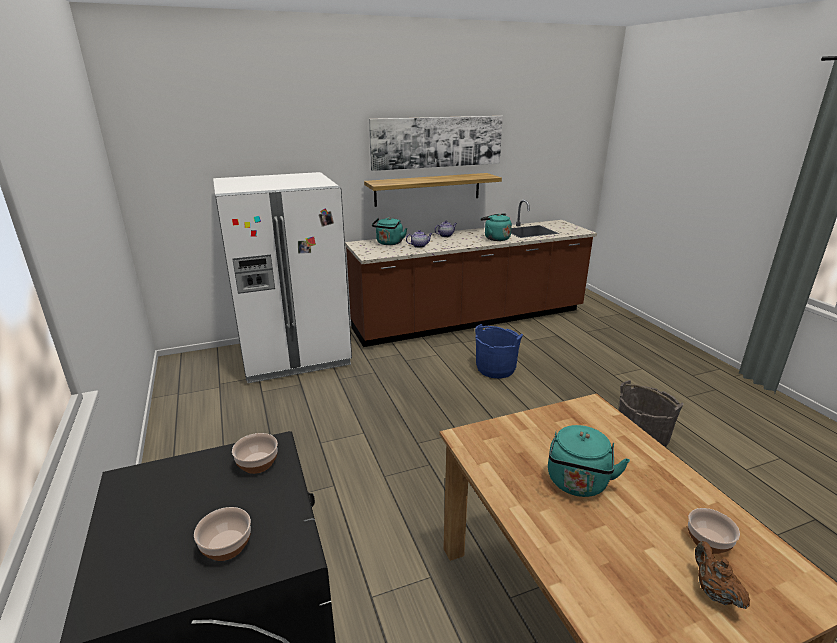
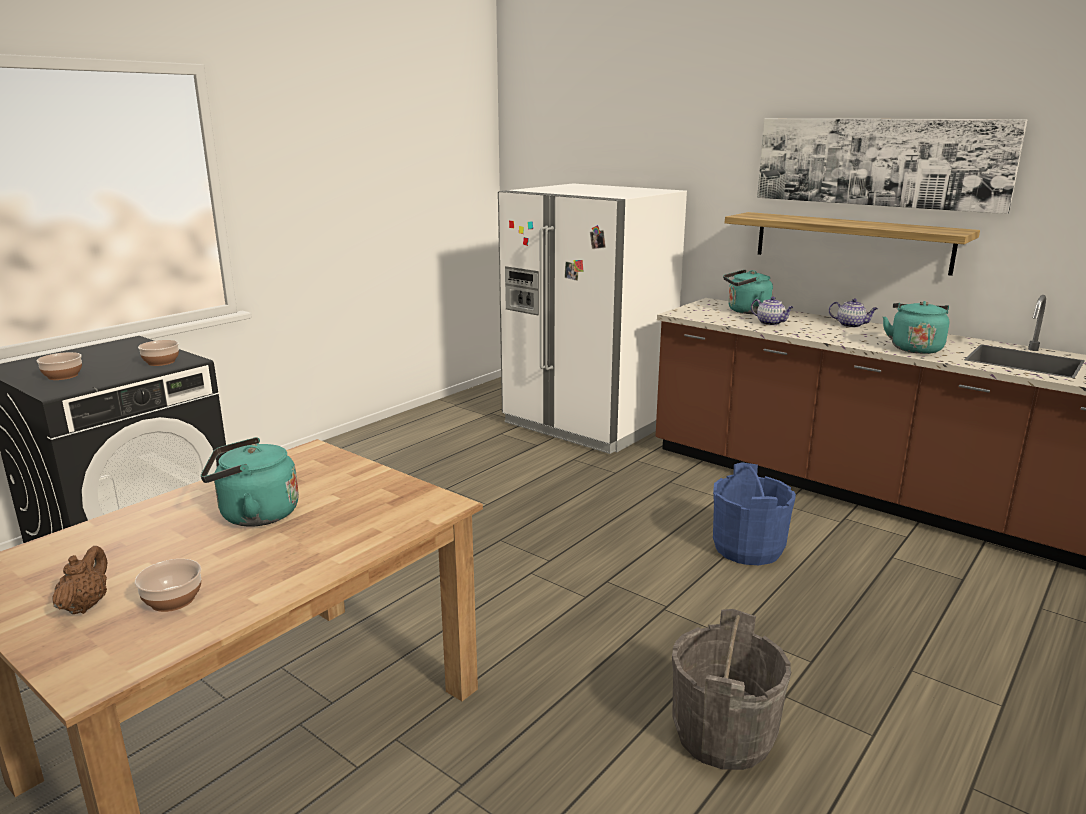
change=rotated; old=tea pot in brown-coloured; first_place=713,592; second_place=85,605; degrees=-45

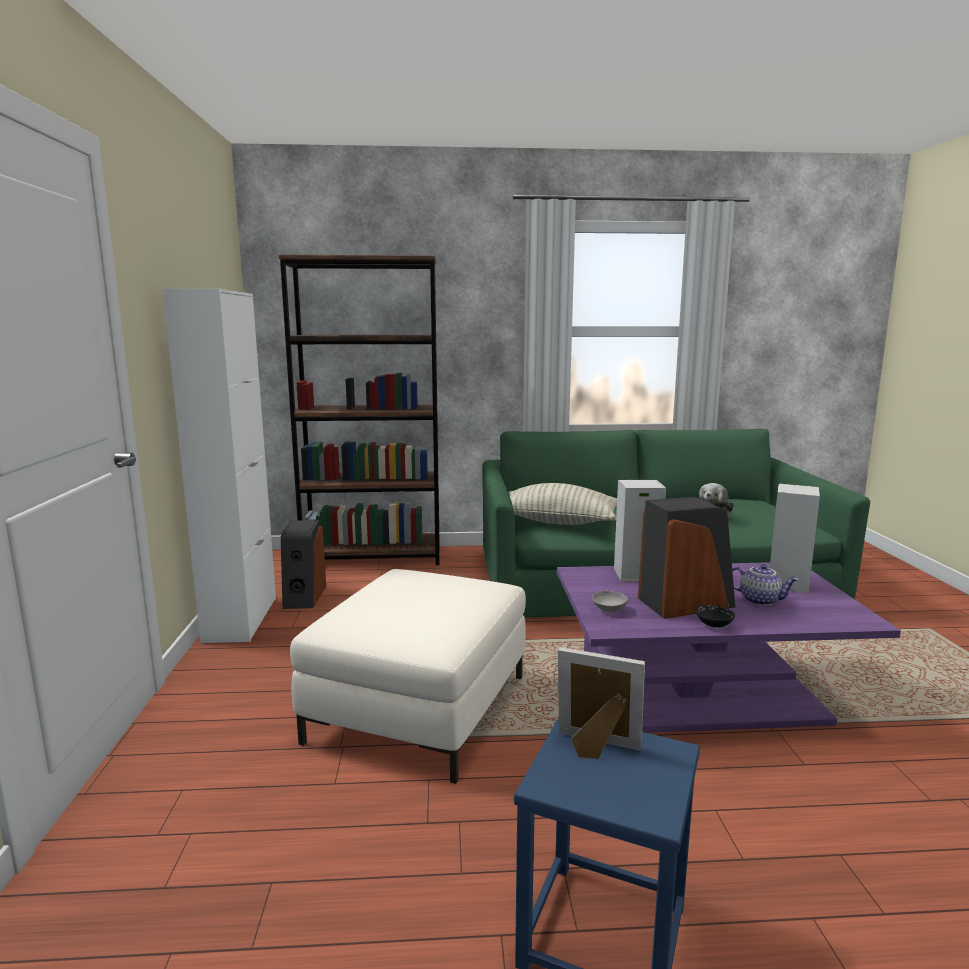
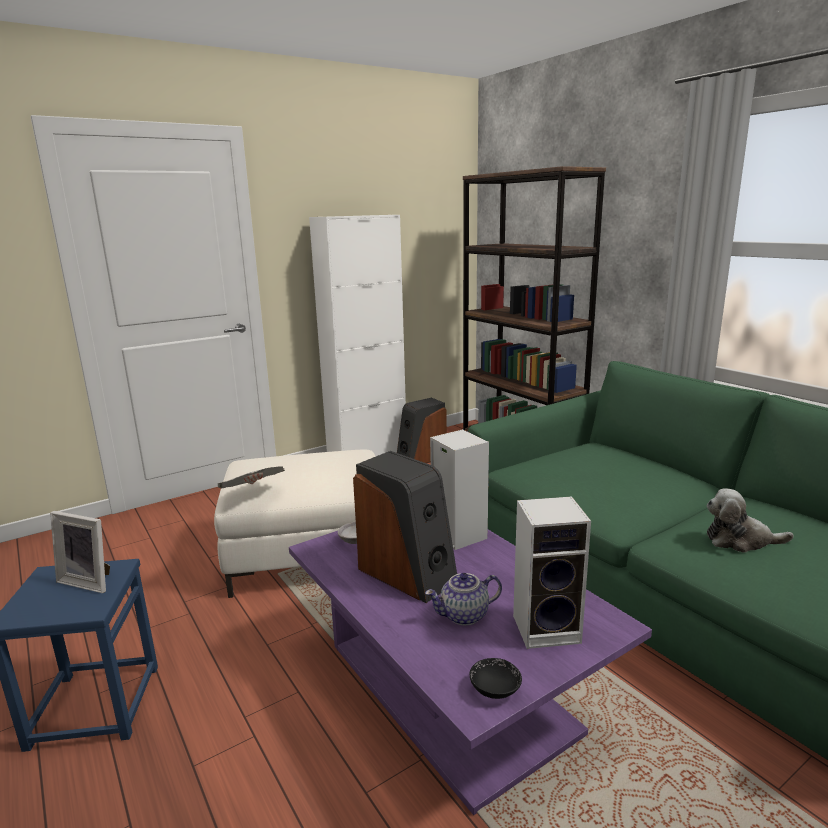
change=gone; old=throw pillow; first_place=558,522
change=new; new=printed paper; second_place=253,495
change=shifted; old=bowl in blackish; first_place=714,624; second_place=495,690
change=rotated; old=picture frame; first_place=596,749; second_place=90,580; degrees=120
change=rotated; old=tea pot; first_place=760,600; second_place=464,616; degrees=75

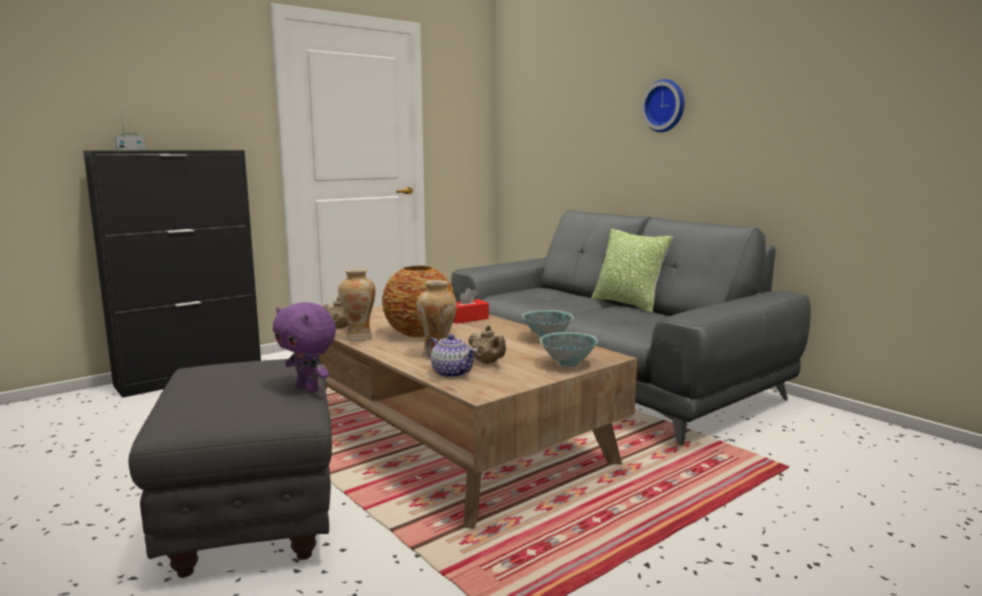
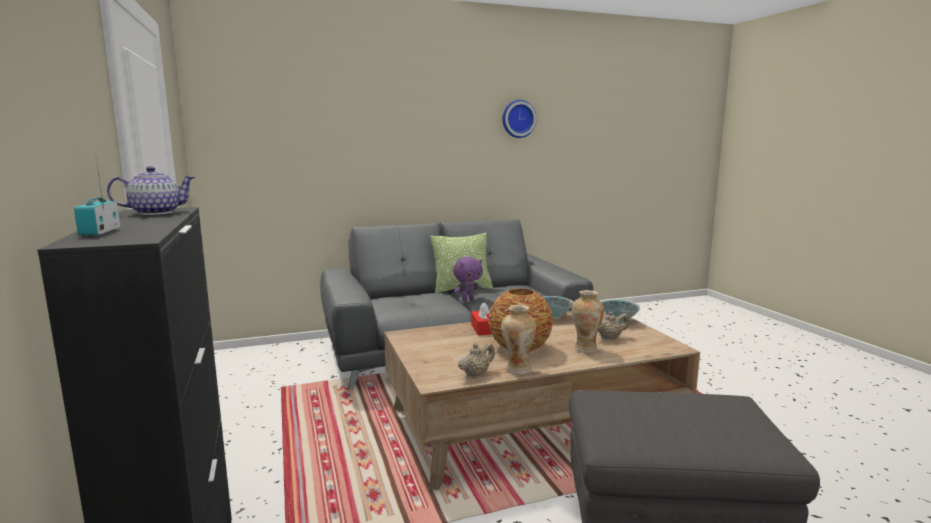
change=shifted; old=plush toy in purplish; first_place=308,389; second_place=467,299
change=shifted; old=tea pot; first_place=451,373; second_place=155,212
change=shifted; old=wall clock; first_place=665,106; second_place=518,119

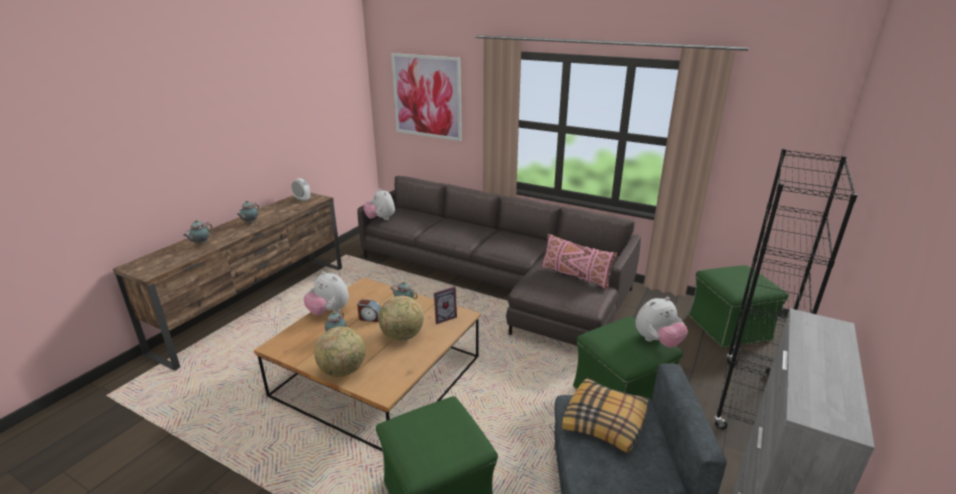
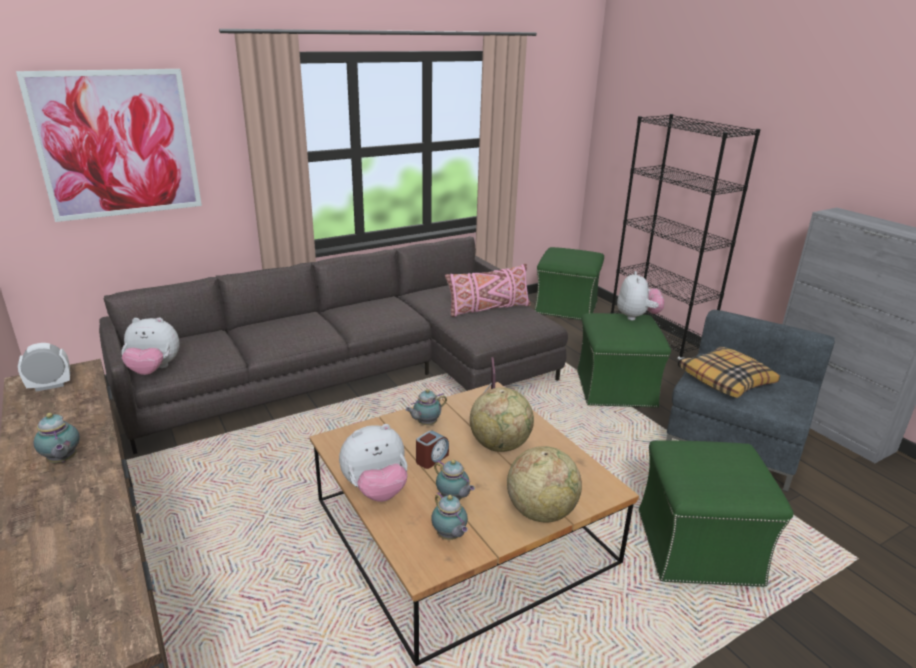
change=shifted; old=tea pot; first_place=201,244; second_place=449,536

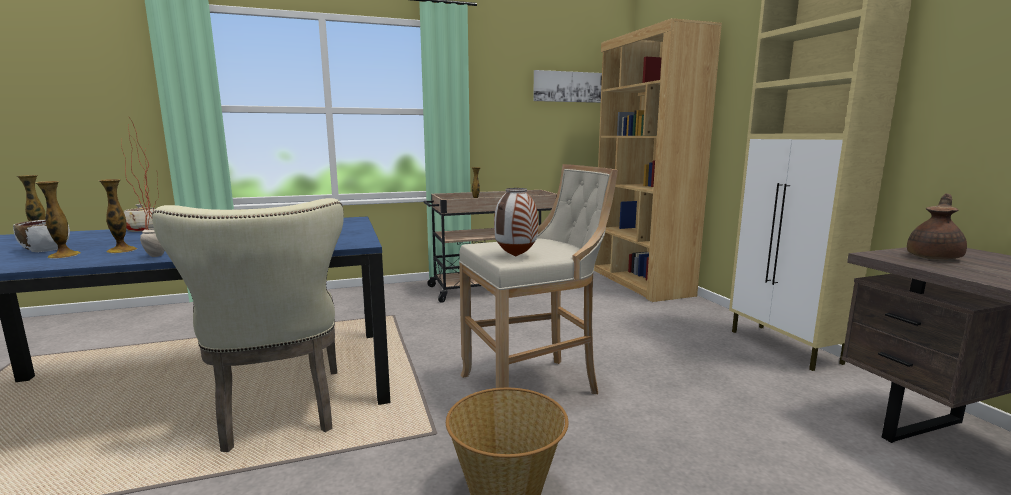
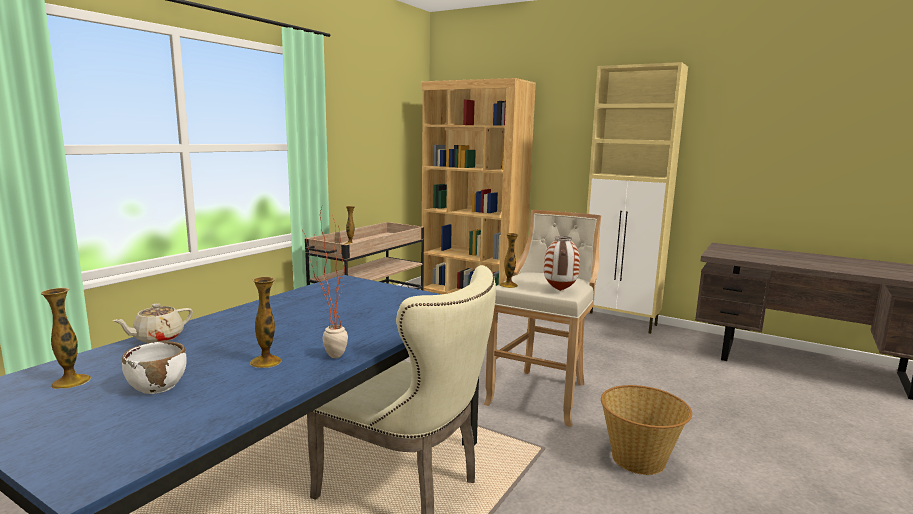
change=gone; old=picture; first_place=573,87
change=gone; old=tea pot in brown-coloured; first_place=934,257
change=shifted; old=vase; first_place=64,255; second_place=508,285

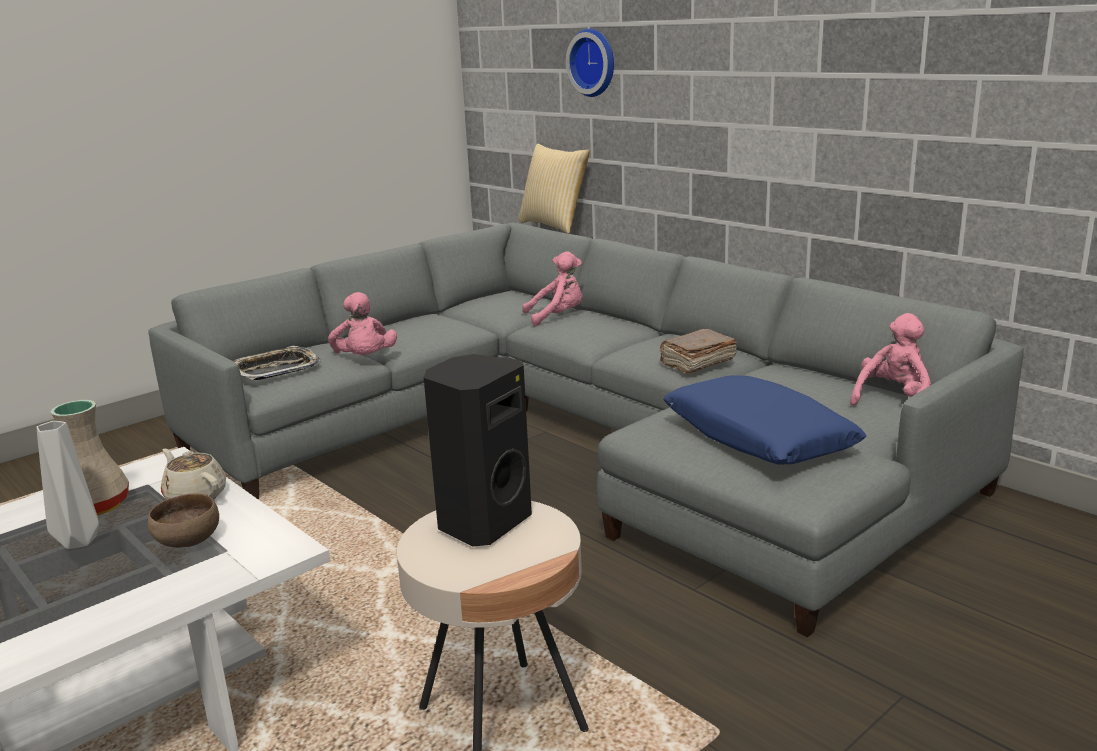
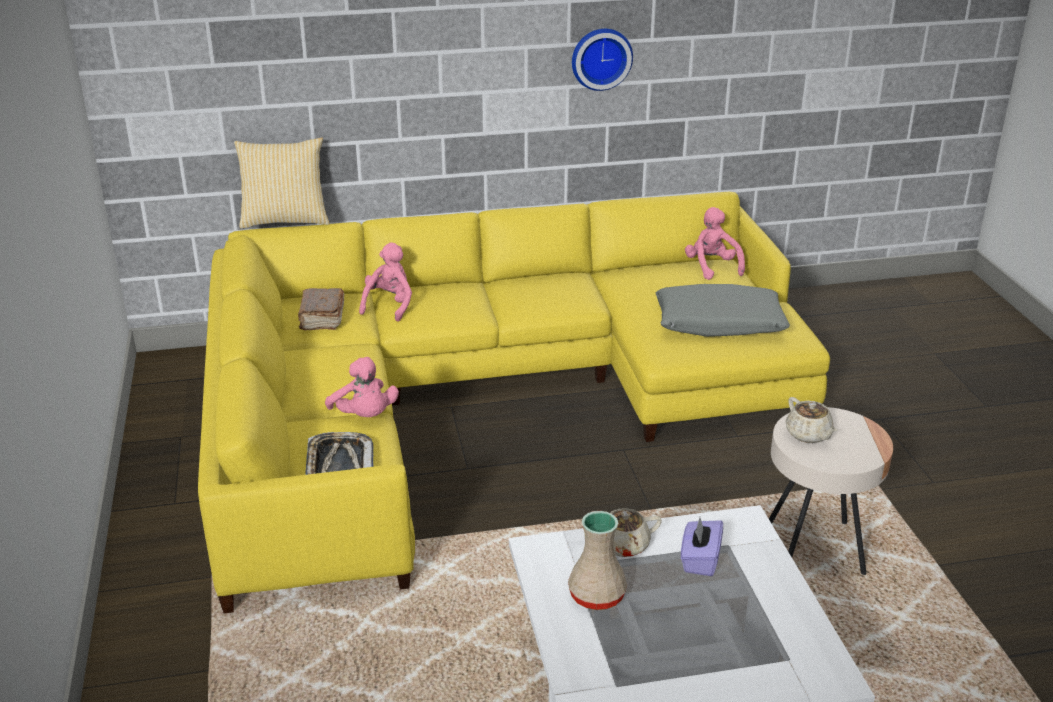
change=gone; old=vase in greyish; first_place=79,542
change=shifted; old=wall clock; first_place=594,62; second_place=600,58
change=shifted; old=volume in brown-coloured; first_place=696,363; second_place=322,318
change=swapped; old=bowl in brown-coloured; new=box of tissues in purplish; first_place=187,541; second_place=700,560
change=swapped; old=audio speaker in blackish; new=tea pot in beige; first_place=482,523; second_place=808,434
change=repainted; old=settee in greyish; new=settee in yellow-coloured; first_place=575,439; second_place=482,399
change=repainted; old=throw pillow in blue; new=throw pillow in greyish; first_place=758,437; second_place=719,323
change=rotated; old=plush toy in pink; first_place=365,359; second_place=364,416; degrees=45

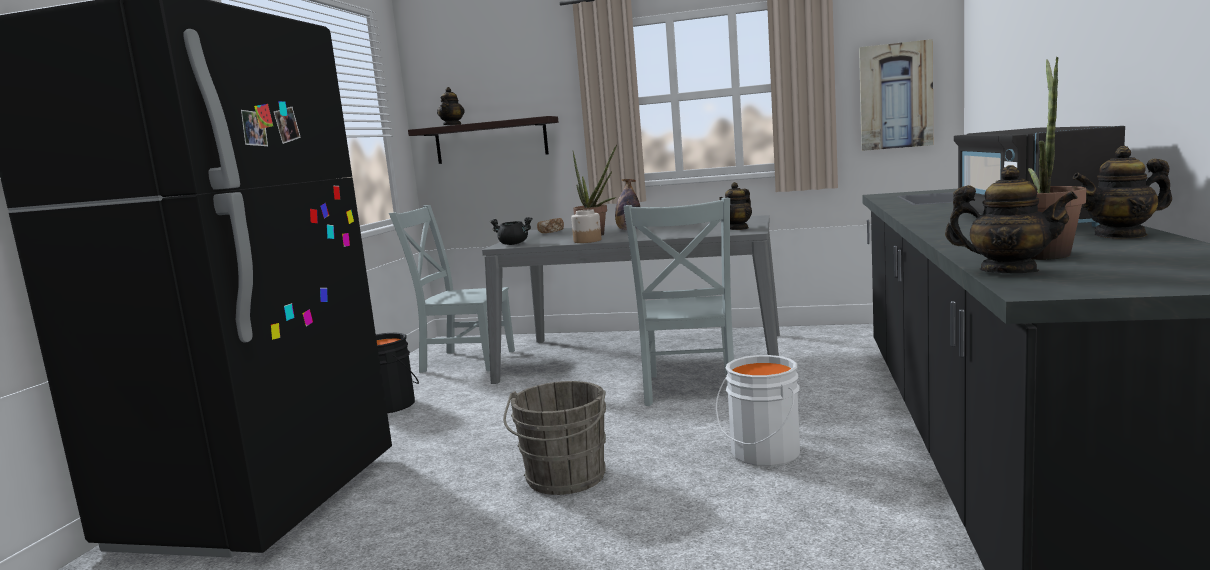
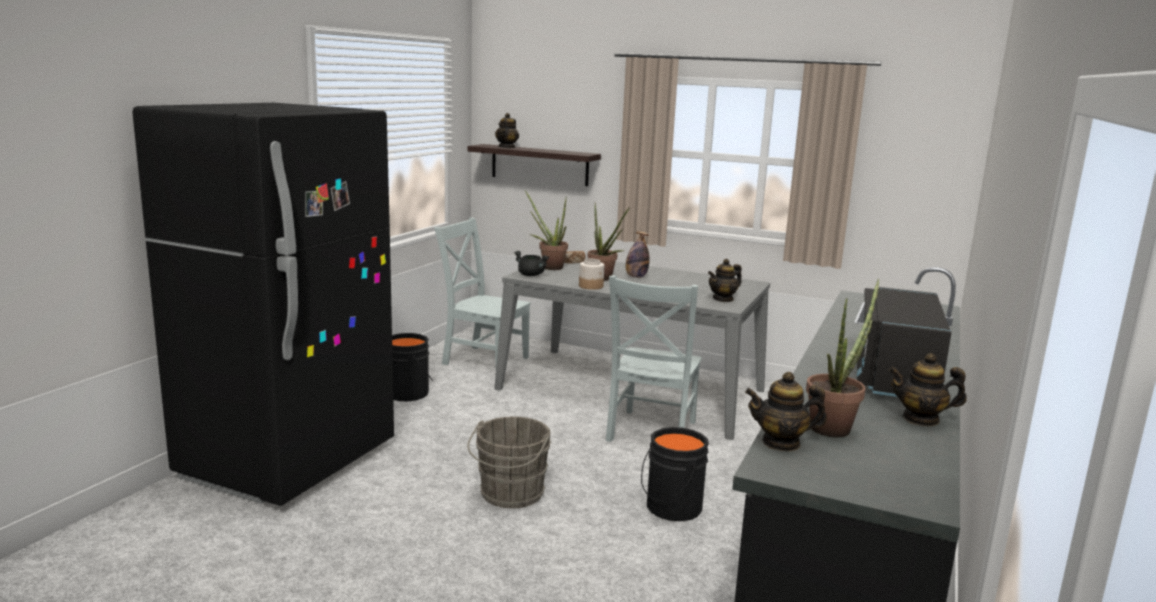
change=gone; old=picture; first_place=895,96
change=new; new=potted plant; second_place=548,267
change=repainted; old=bucket in white; new=bucket in blackish; first_place=762,453; second_place=671,507
change=rotated; old=tea pot; first_place=1008,271; second_place=781,443; degrees=135

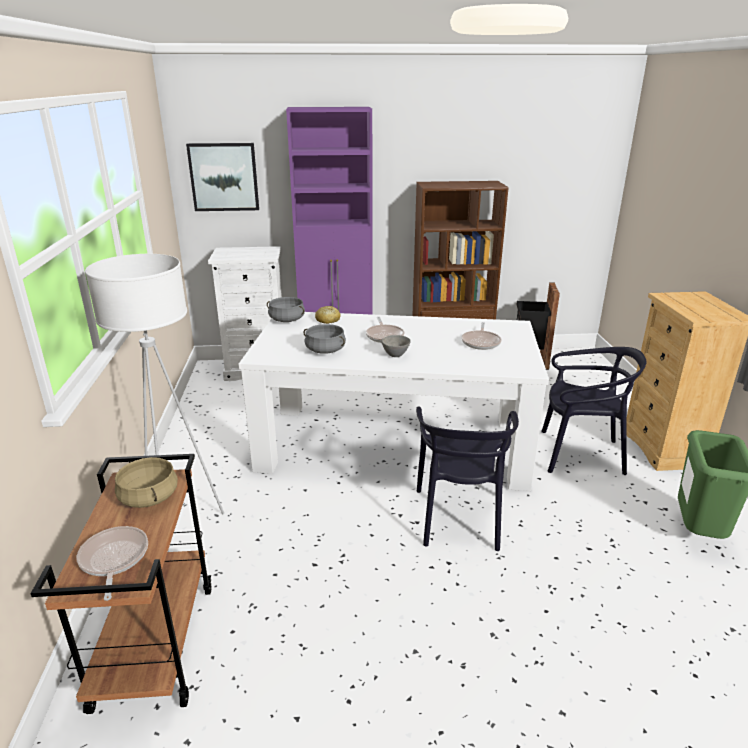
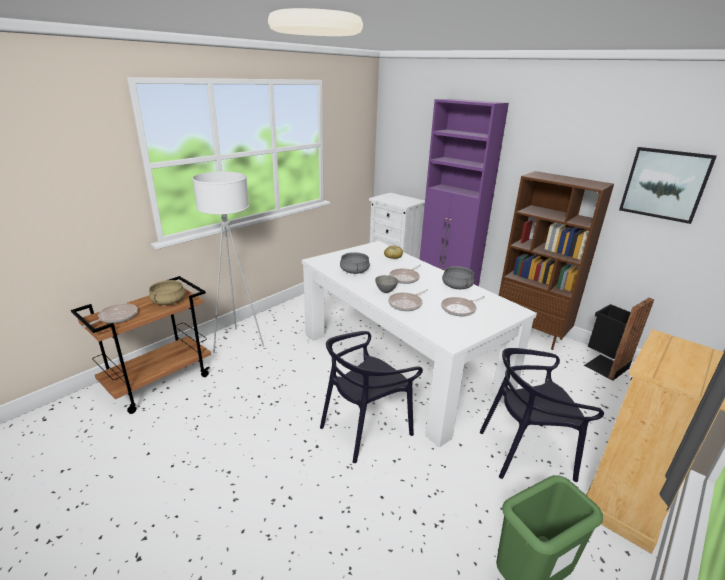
change=new; new=pan; second_place=406,304
change=shifted; old=picture; first_place=224,177; second_place=664,184
change=shifted; old=saucepot in greyish; first_place=286,320; second_place=456,286
change=rotated; old=plain chair in blackish; first_place=580,454; second_place=525,452; degrees=120

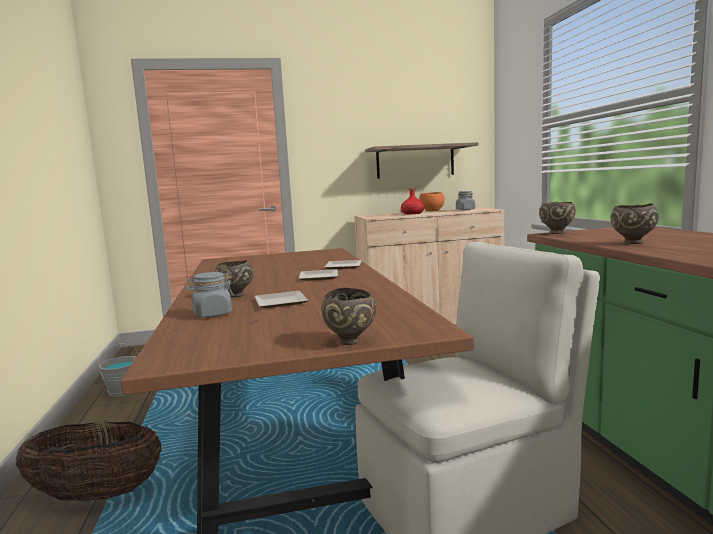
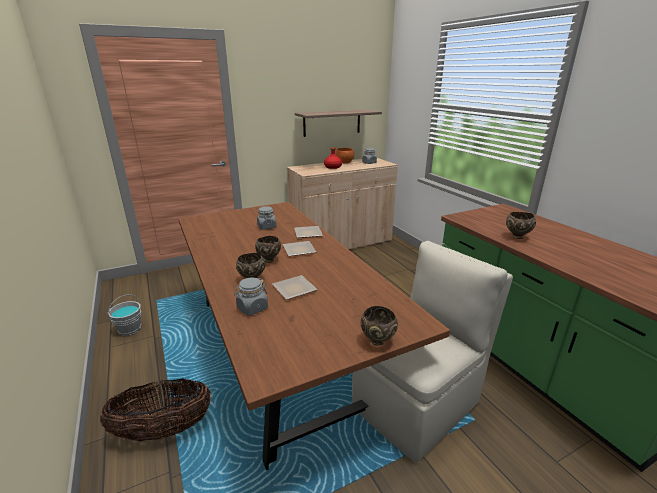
change=new; new=preserve jar in greyish; second_place=266,227
change=shifted; old=bowl in brown-coloured; first_place=556,233; second_place=269,260

